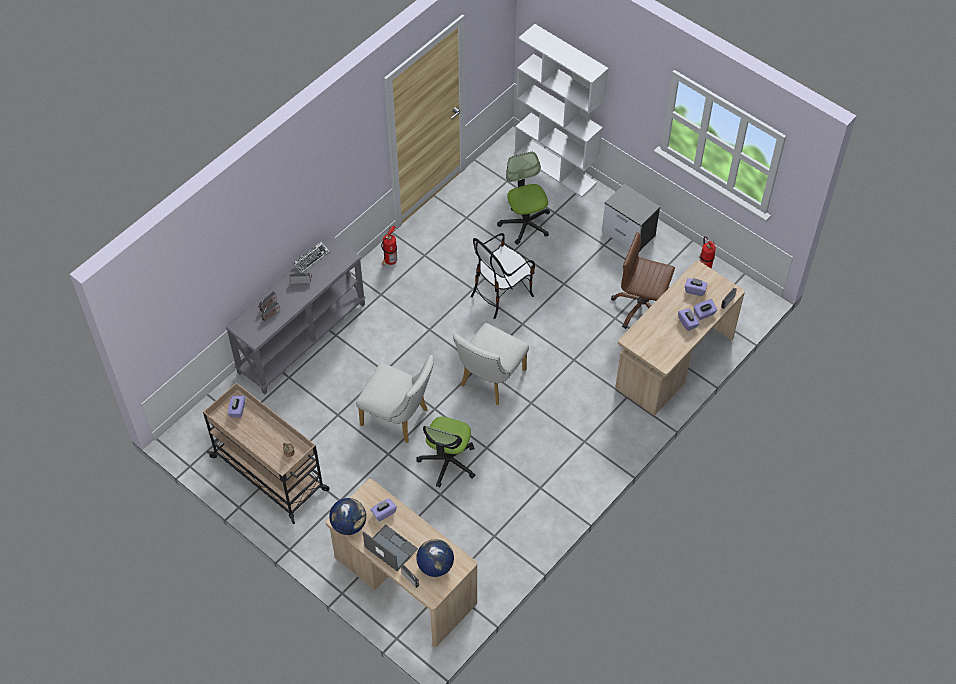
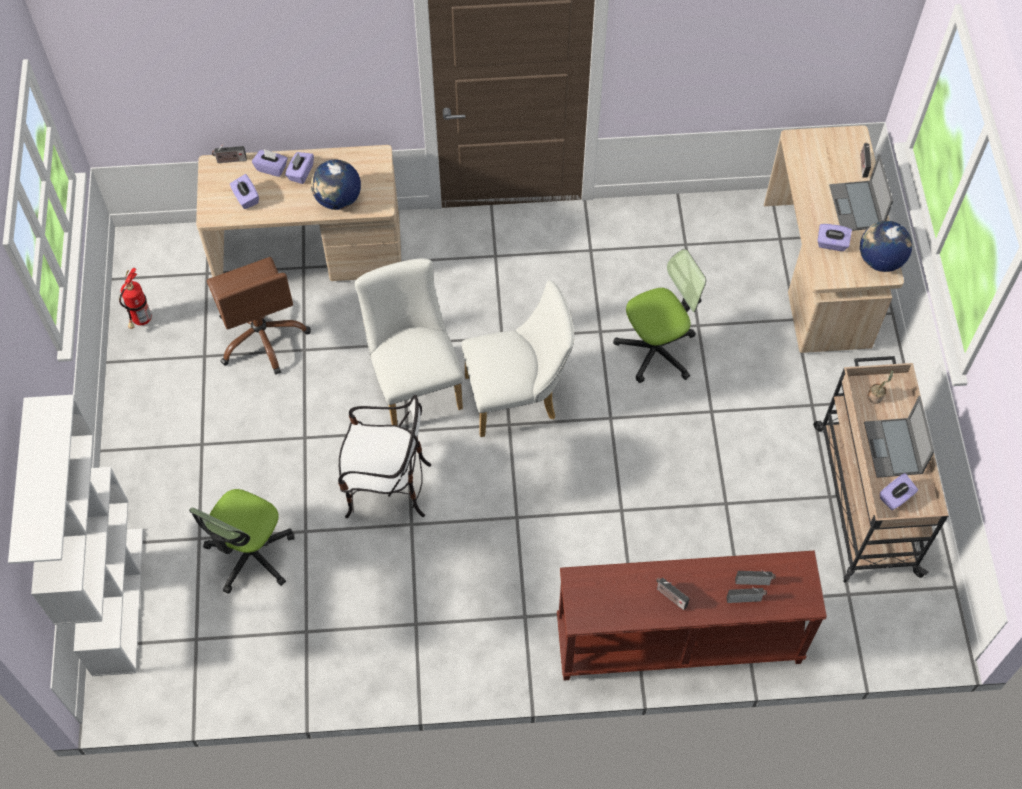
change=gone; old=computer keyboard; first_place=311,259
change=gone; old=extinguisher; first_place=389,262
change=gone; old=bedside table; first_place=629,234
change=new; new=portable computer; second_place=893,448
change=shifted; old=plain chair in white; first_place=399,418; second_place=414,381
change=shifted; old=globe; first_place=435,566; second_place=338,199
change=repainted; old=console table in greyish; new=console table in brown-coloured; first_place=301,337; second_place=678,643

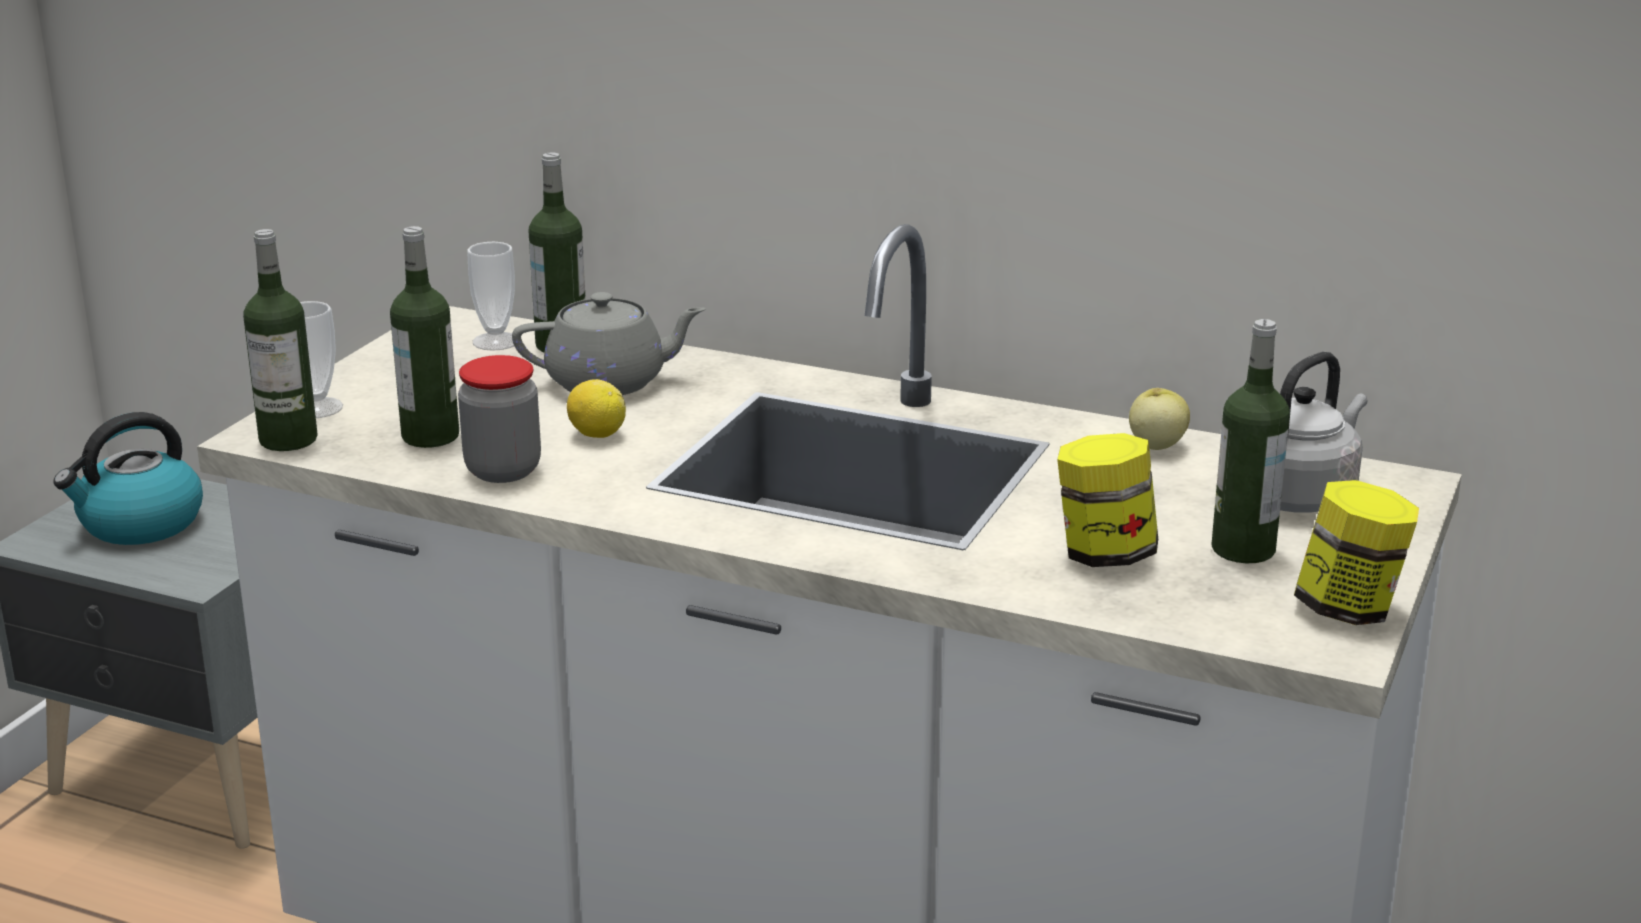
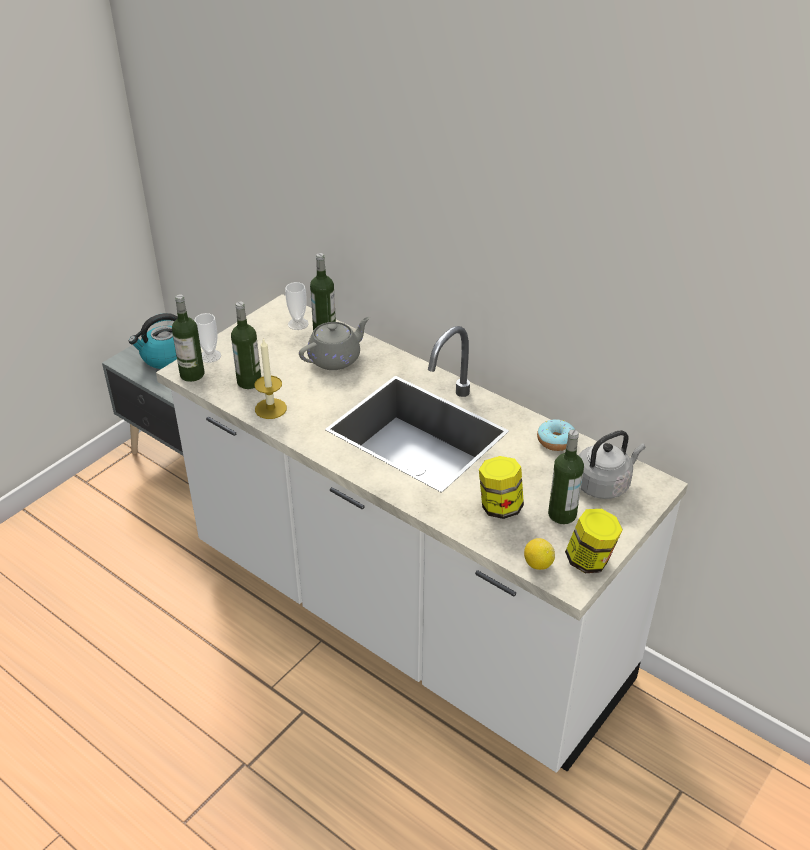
change=shifted; old=lemon; first_place=596,435; second_place=537,564
change=swapped; old=preserve jar; new=candle; first_place=503,470; second_place=270,408
change=swapped; old=whole apple; new=ring doughnut; first_place=1156,446; second_place=556,441
change=rotated; old=tea pot in greyish; first_place=609,382; second_place=335,359; degrees=-45

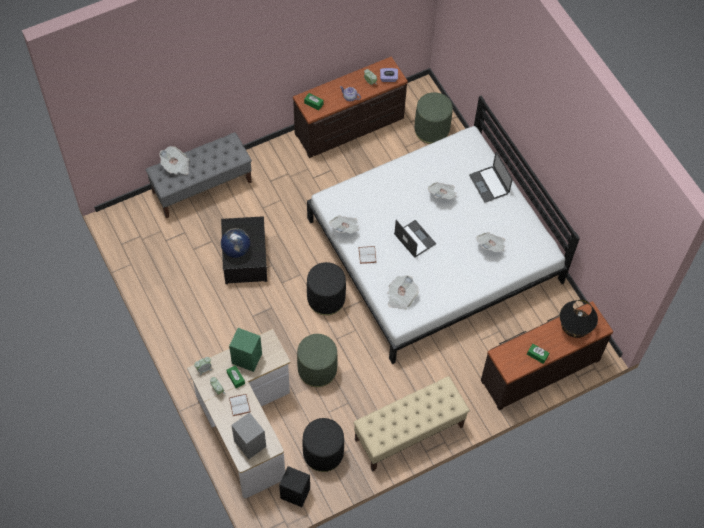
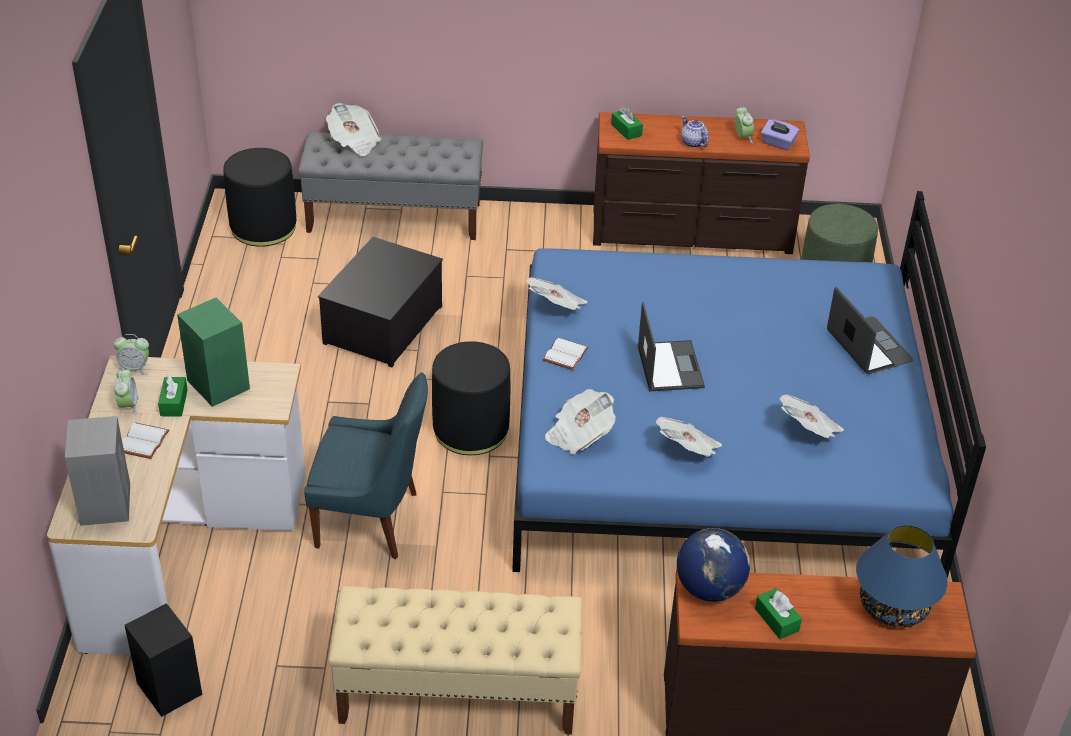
change=shifted; old=globe; first_place=236,250; second_place=709,588
change=shifted; old=pouffe in blackish; first_place=323,453; second_place=263,227
change=shifted; old=printed paper; first_place=442,194; second_place=688,449
change=swapped; old=pouffe in green; new=plain chair in blue; first_place=317,369; second_place=371,520
change=repainted; old=sleeping bed in white; new=sleeping bed in blue; first_place=434,250; second_place=719,441
change=repainted; old=lamp for a table in blackish; new=lamp for a table in blue; first_place=575,326; second_place=893,606
change=rotated; old=portable computer; first_place=489,184; second_place=868,346; degrees=150

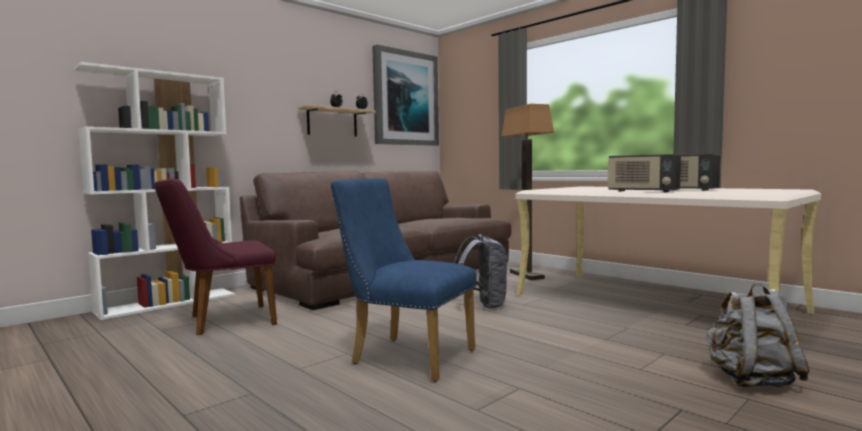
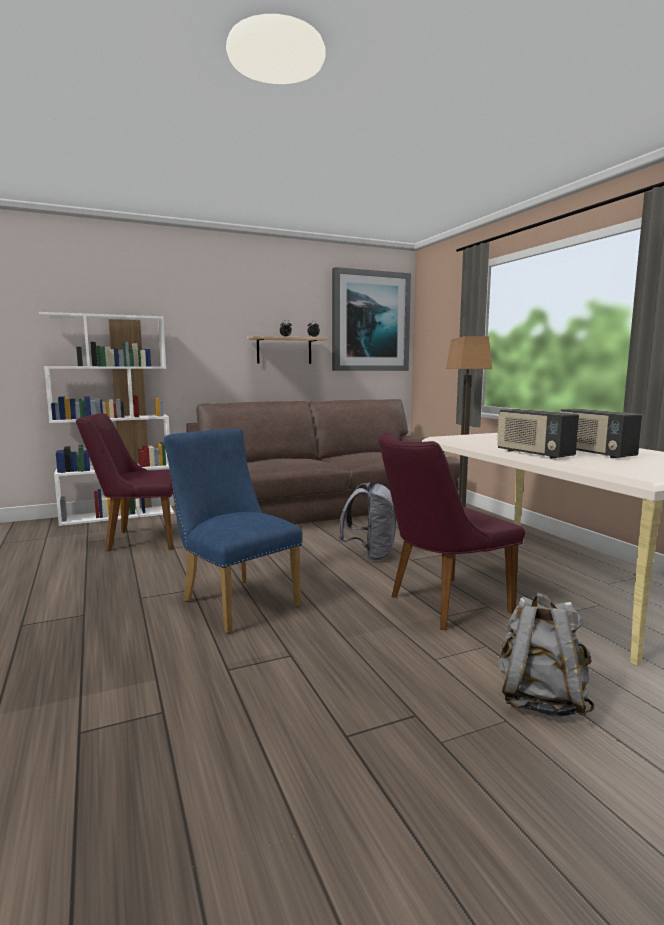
change=new; new=plain chair in purplish; second_place=439,605

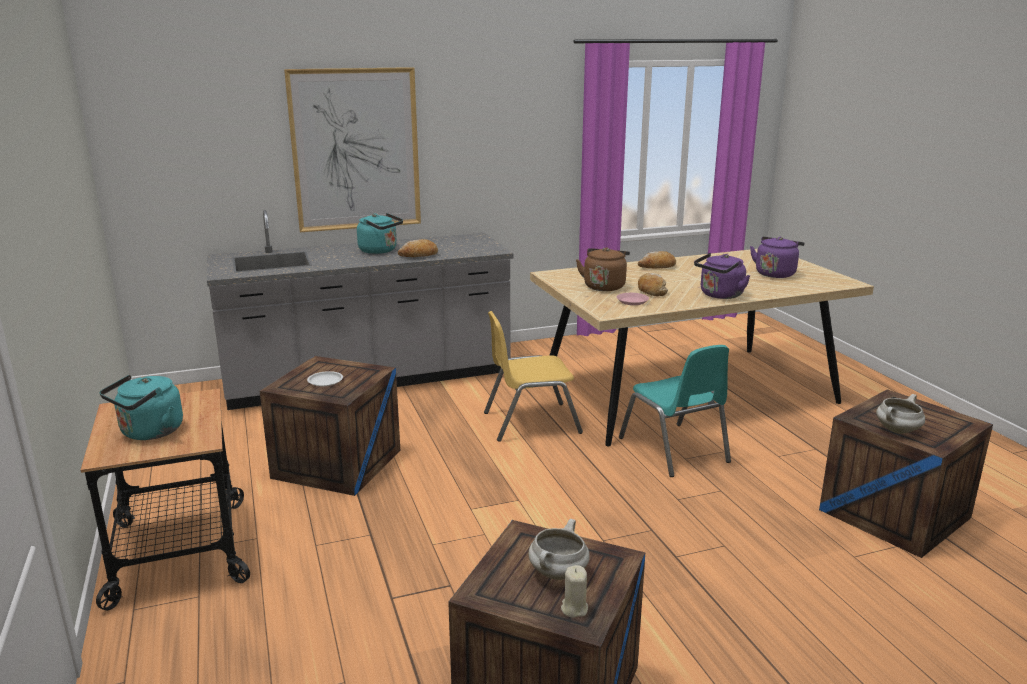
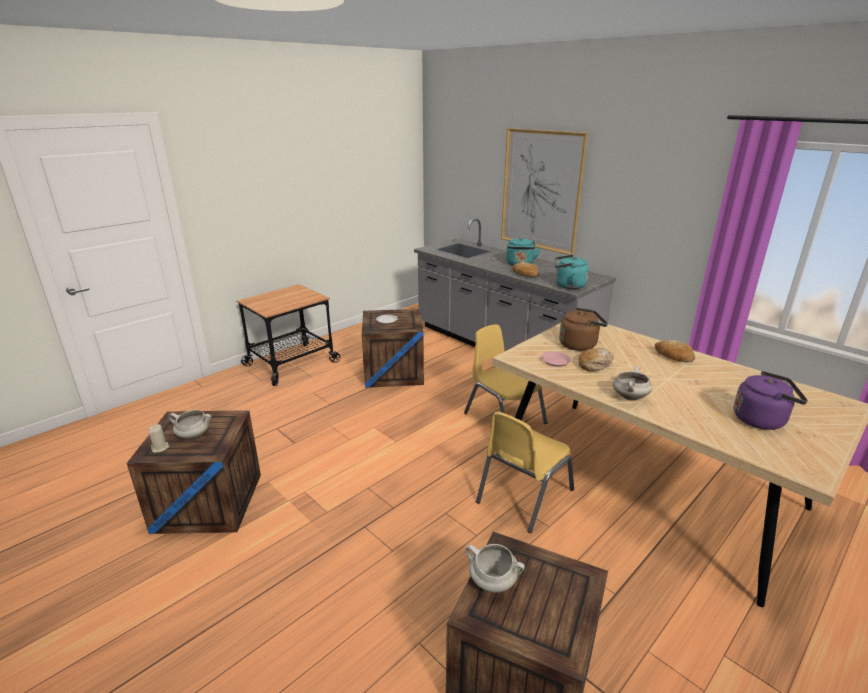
change=shifted; old=water kettle in blue-green; first_place=149,433; second_place=568,286
change=swapped; old=water kettle in purplish; new=saucepot in white; first_place=719,295; second_place=629,397
change=repainted; old=plain chair in blue-green; new=plain chair in yellow-coloured; first_place=674,450; second_place=523,496

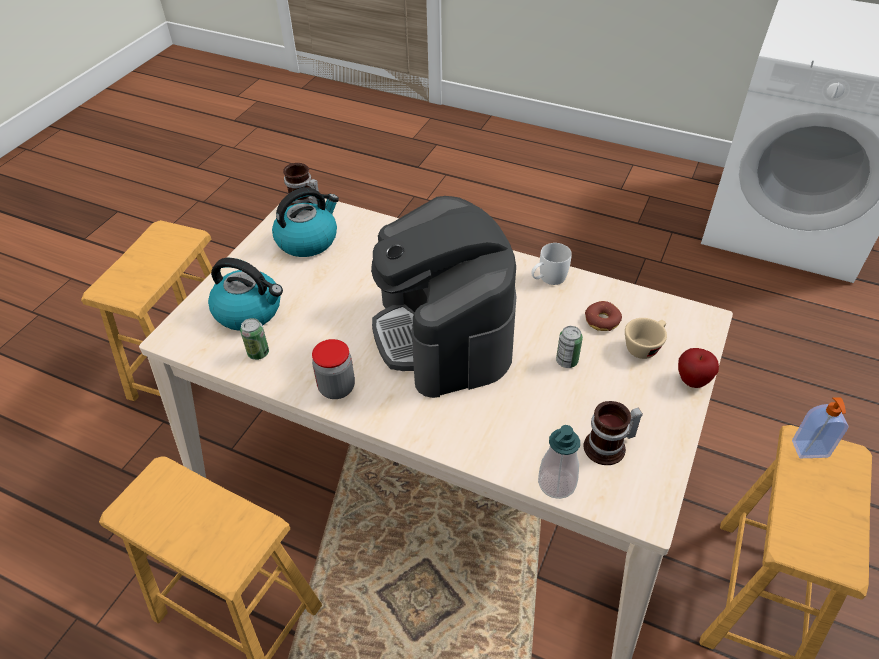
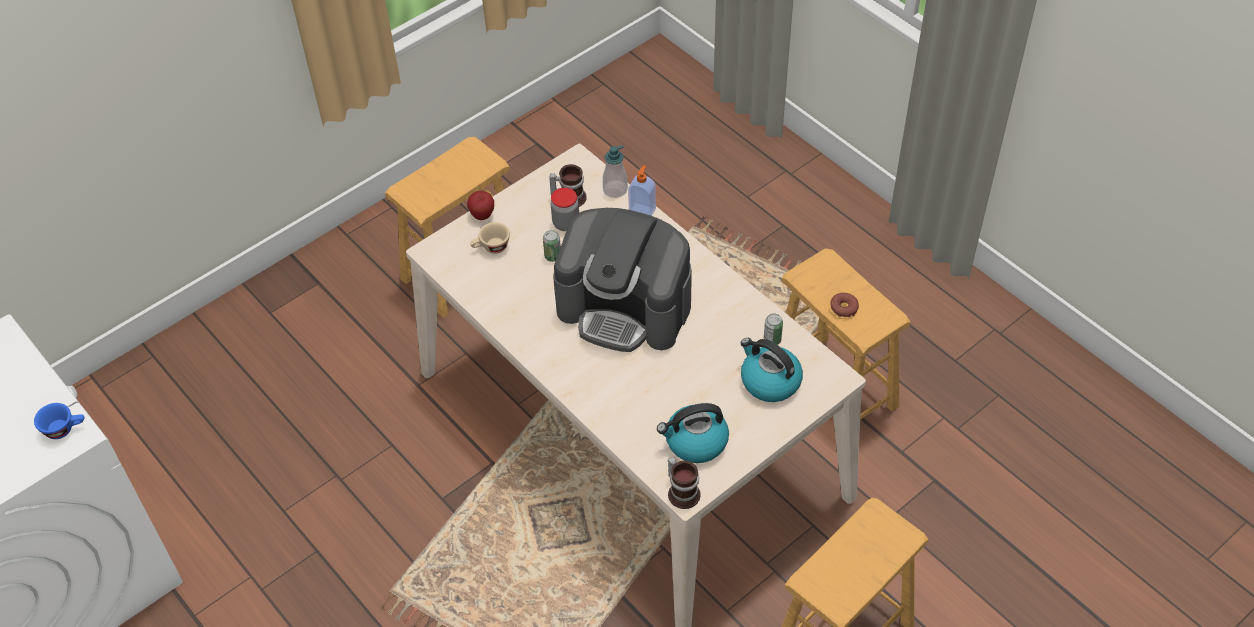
change=gone; old=coffee mug in white; first_place=548,279
change=new; new=cup in blue; second_place=64,428
change=shifted; old=preserve jar; first_place=337,388; second_place=566,223
change=shifted; old=ring doughnut; first_place=602,320; second_place=844,308
change=shifted; old=soap bottle; first_place=810,450; second_place=642,211
change=rotated; old=coffee machine; first_place=444,333; second_place=625,307; degrees=105

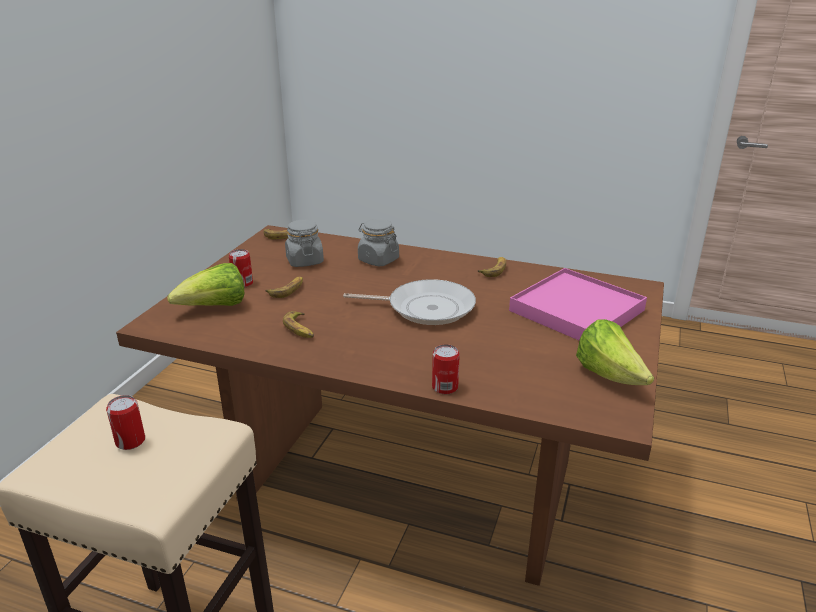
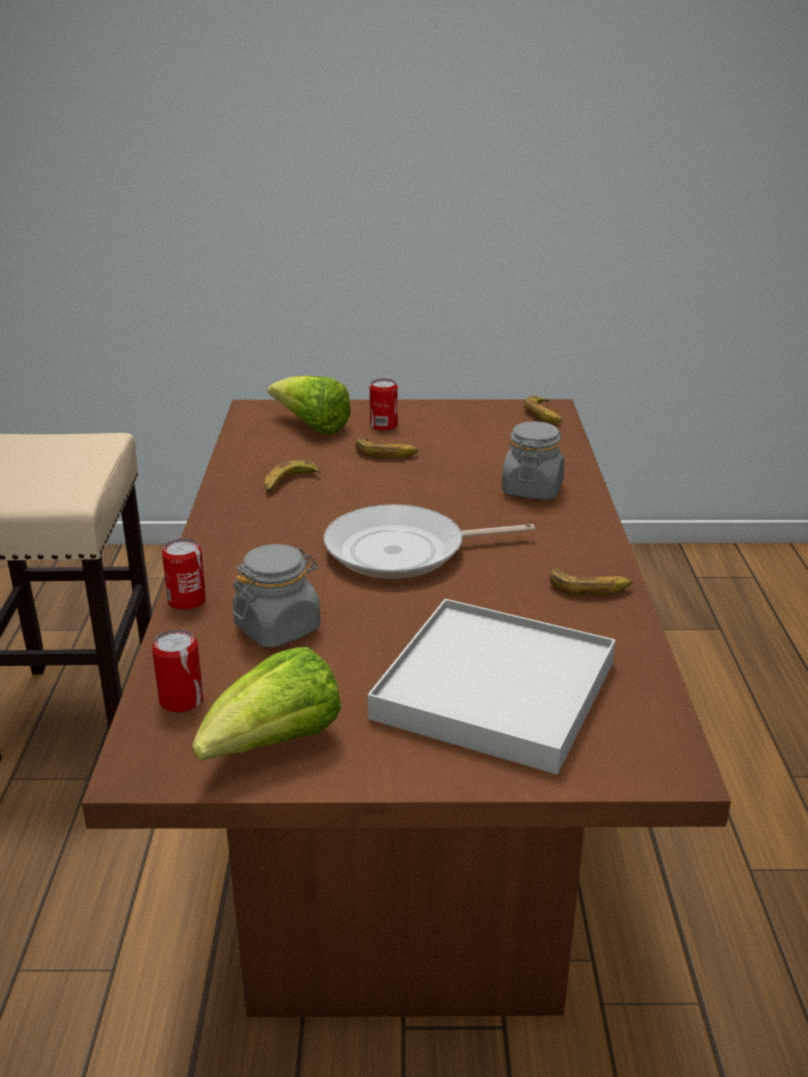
change=shifted; old=sealed can; first_place=130,441; second_place=181,700
change=shifted; old=preserve jar in greyish; first_place=304,261; second_place=278,628
change=repainted; old=tray in pink; new=tray in white; first_place=577,310; second_place=495,691
change=rotated; old=pan; first_place=426,308; second_place=403,551; degrees=90

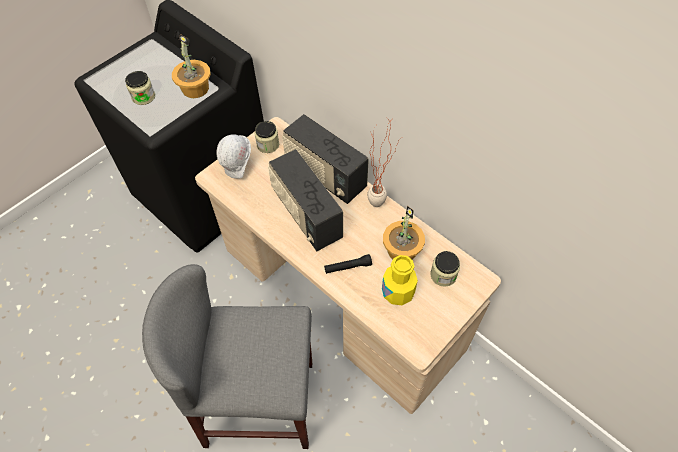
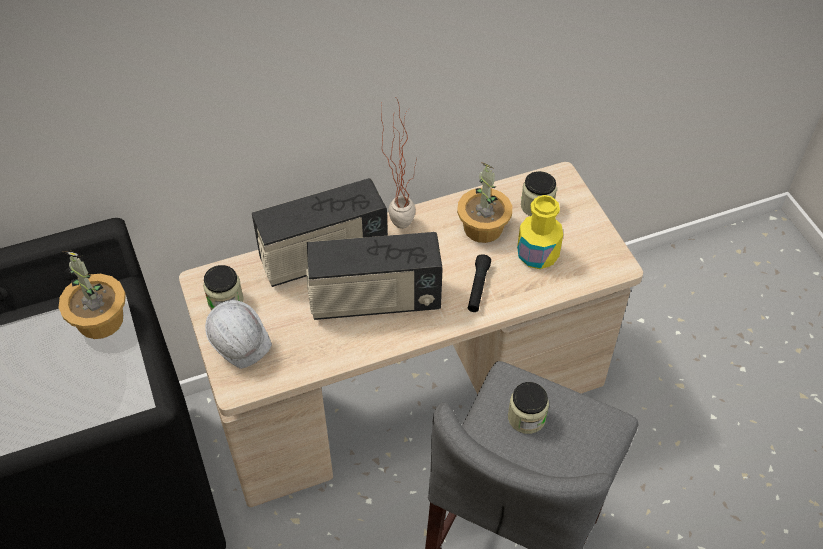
change=shifted; old=preserve jar; first_place=143,97; second_place=526,417

